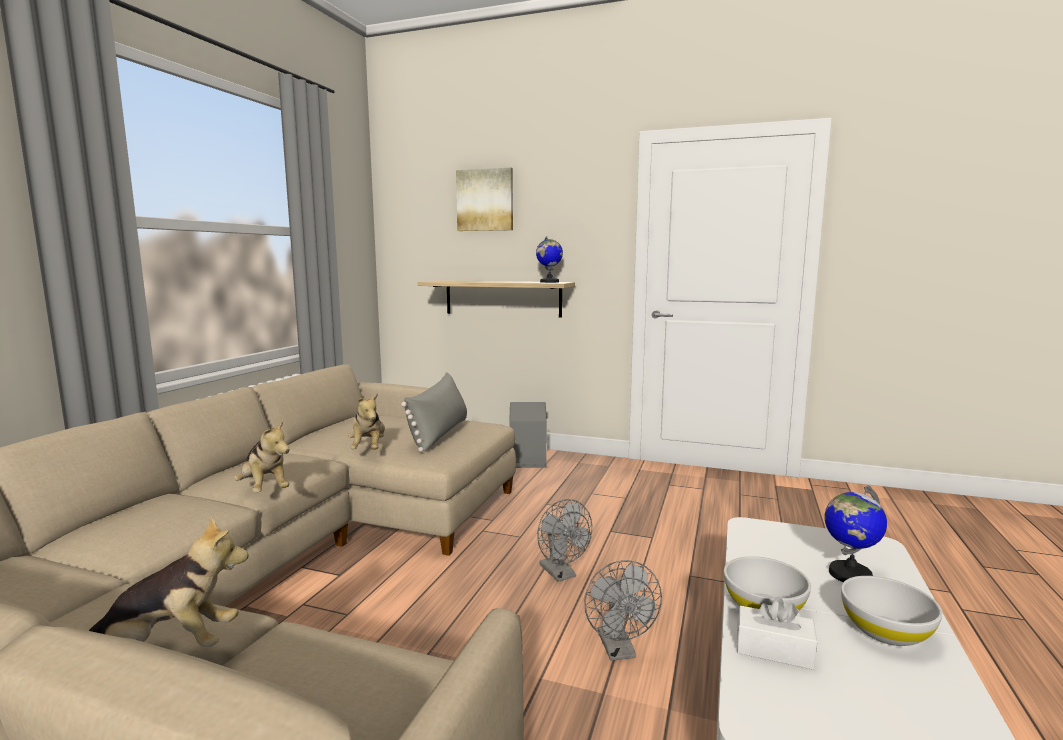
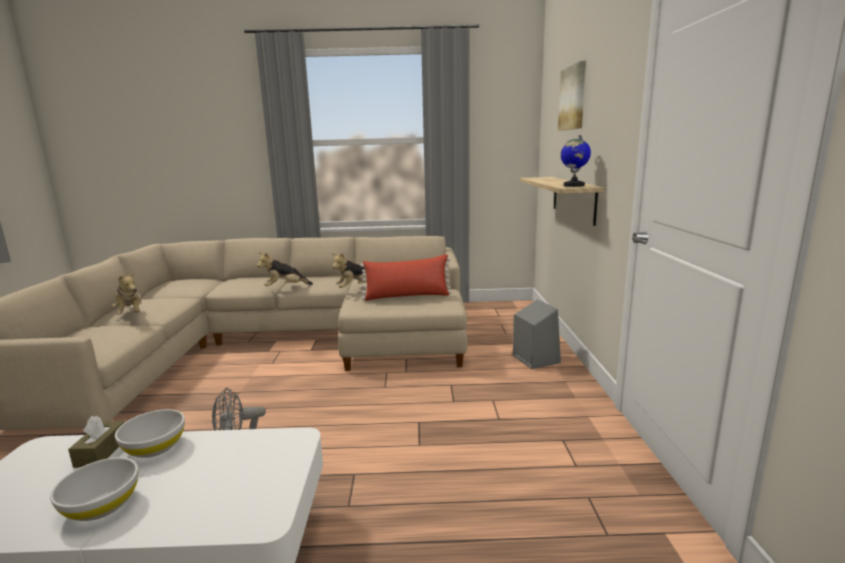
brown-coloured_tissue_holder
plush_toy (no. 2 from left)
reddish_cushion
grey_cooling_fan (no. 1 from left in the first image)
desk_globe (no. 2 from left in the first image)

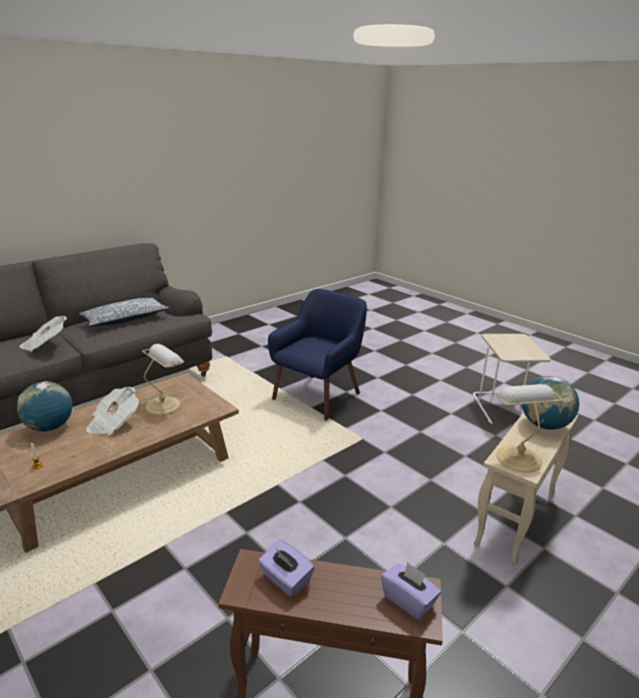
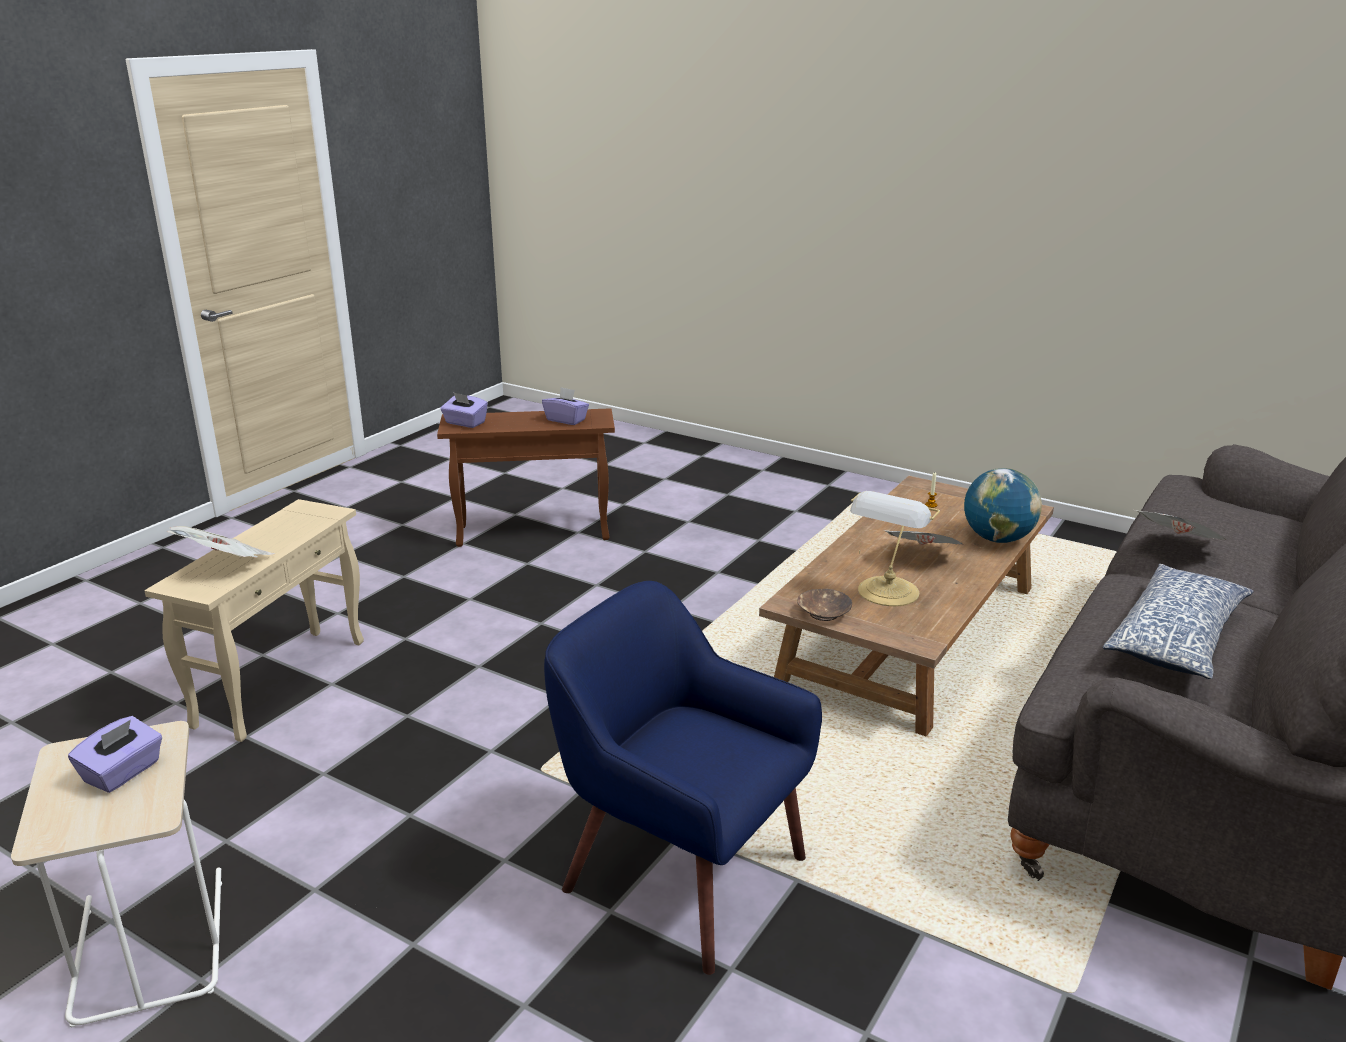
purple_tissue_holder (no. 1 from left)
newspaper (no. 1 from left)
bluish_easy_chair
brown-coloured_bowl
table_lamp (no. 2 from left in the first image)

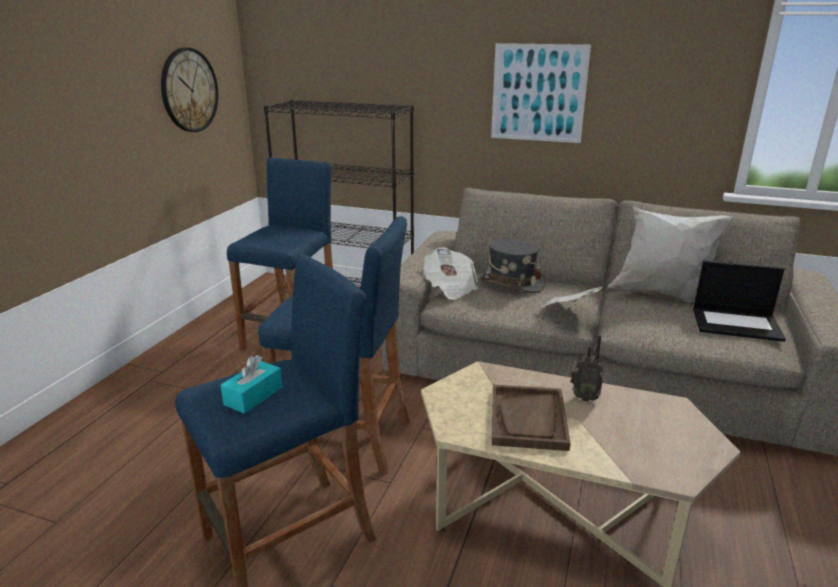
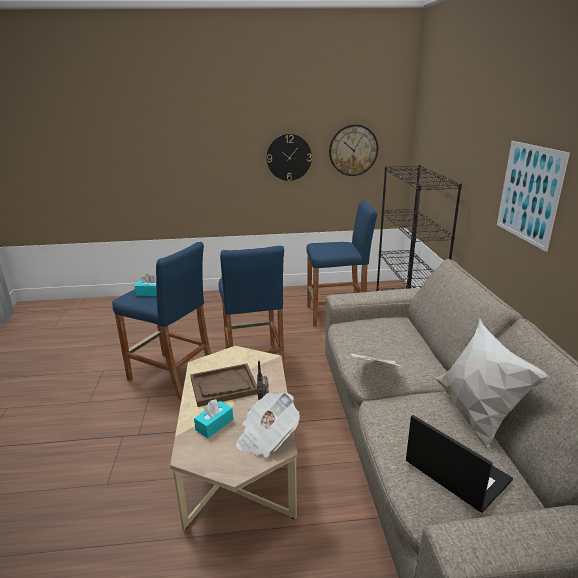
blue-green_tissue_holder (no. 2 from left)
newspaper (no. 1 from left)
wall_clock (no. 1 from left)
notebook_computer
grey_hat

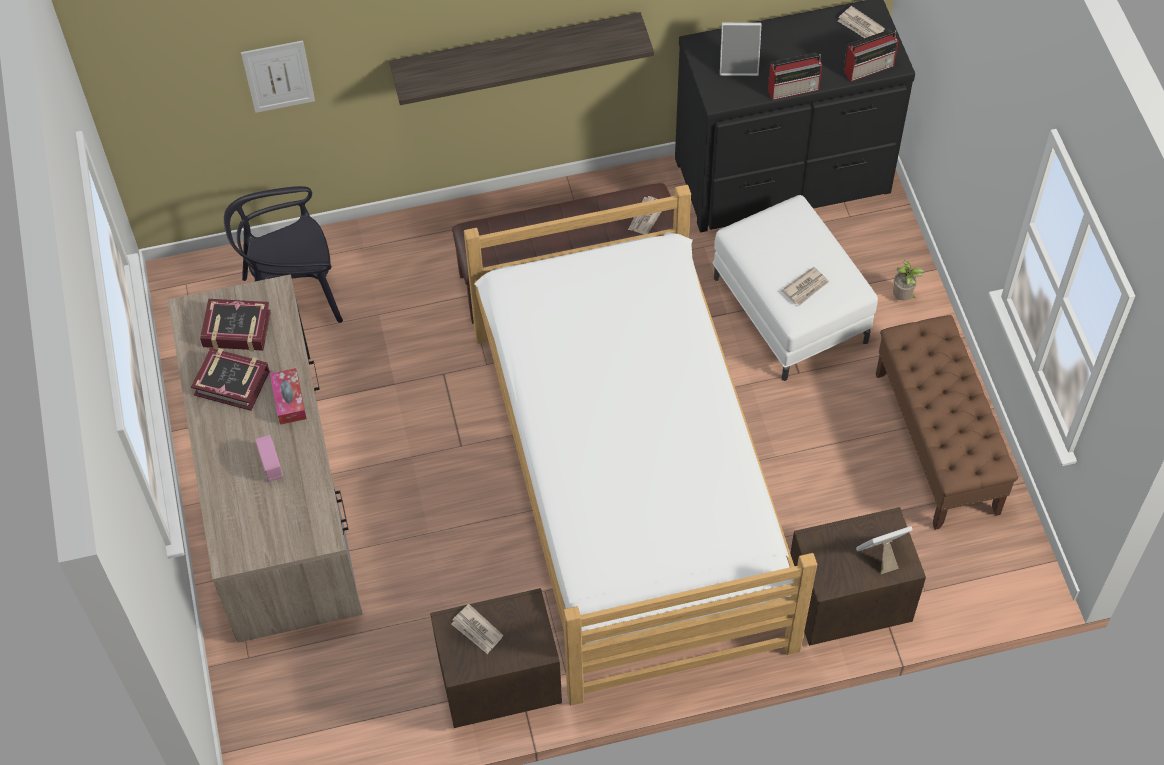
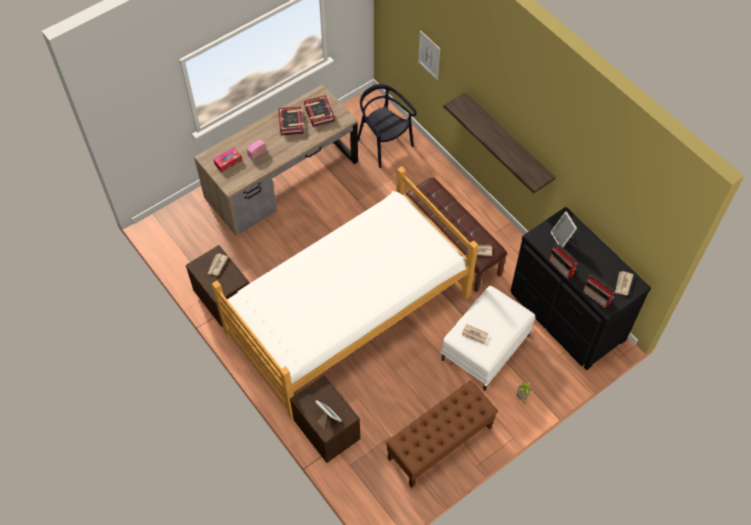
tissue_holder

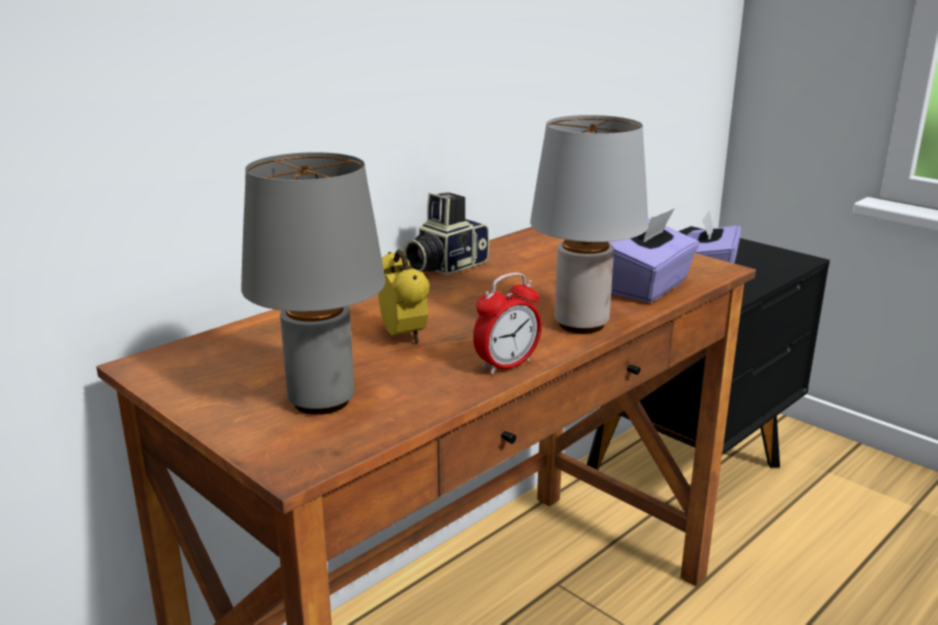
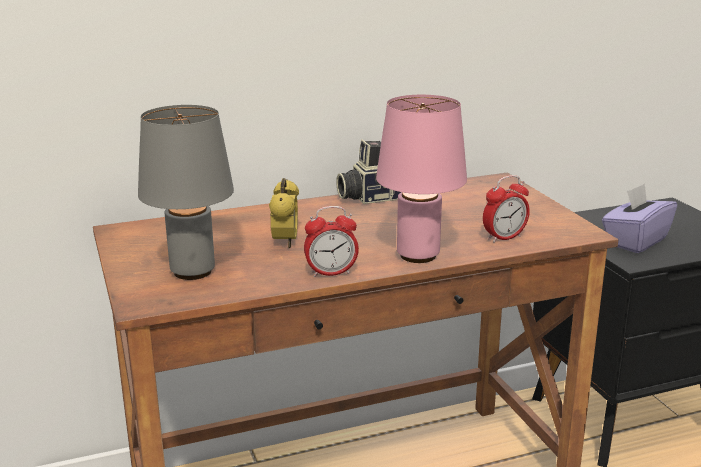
pink_table_lamp
bedside_clock (no. 3 from left)

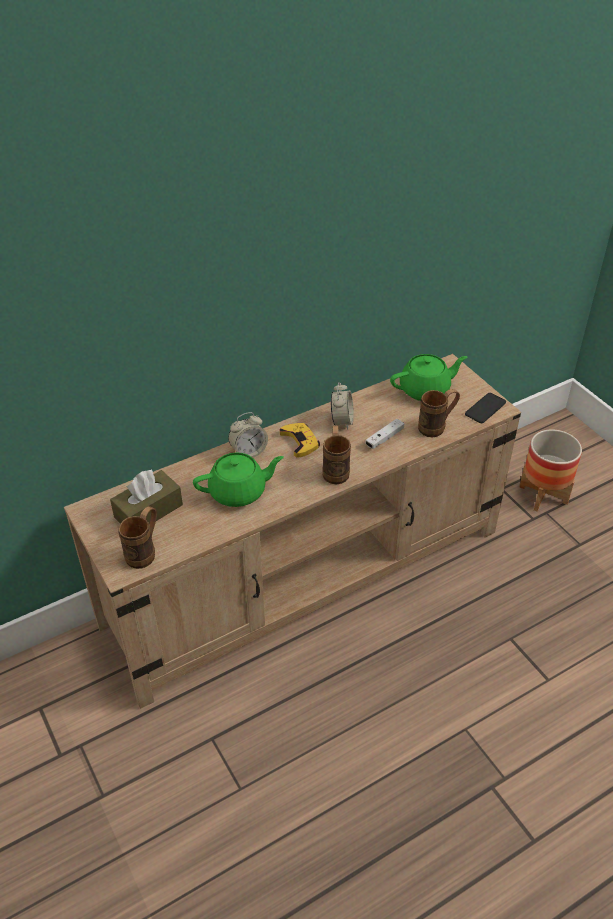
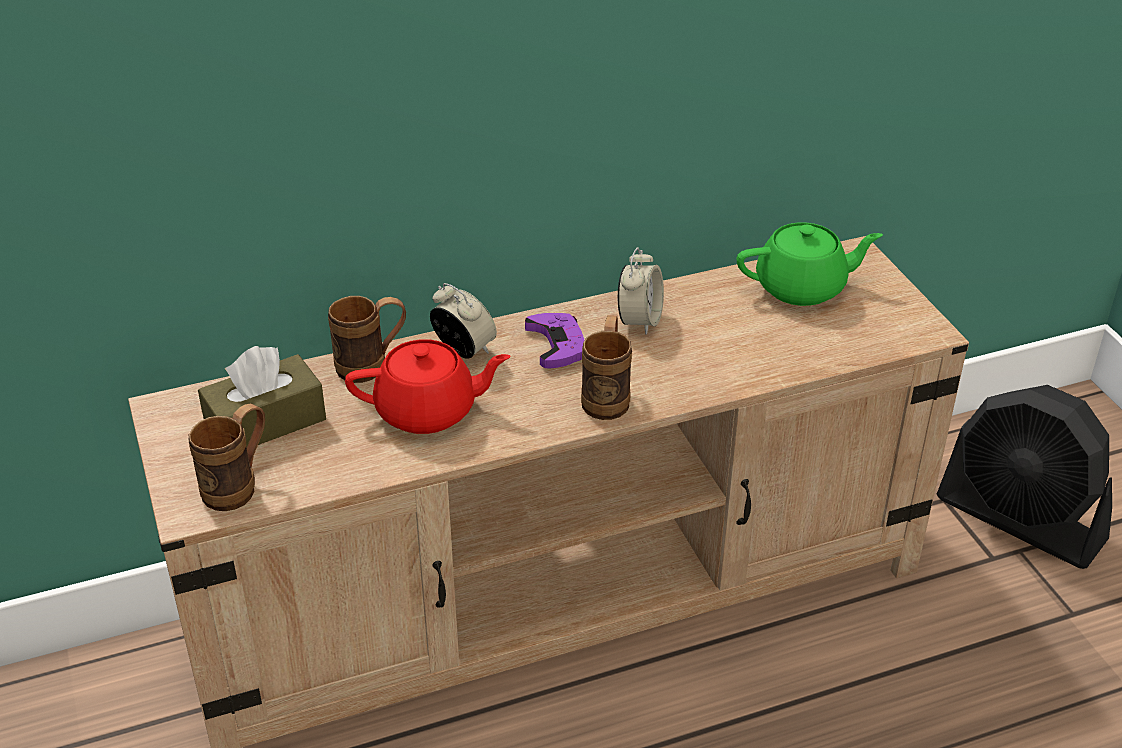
brown-coloured_mug (no. 2 from left)
reddish_teapot
bedside_clock (no. 1 from left)
purple_game_controller
blackish_cooling_fan
white-coloured_game_controller
handset

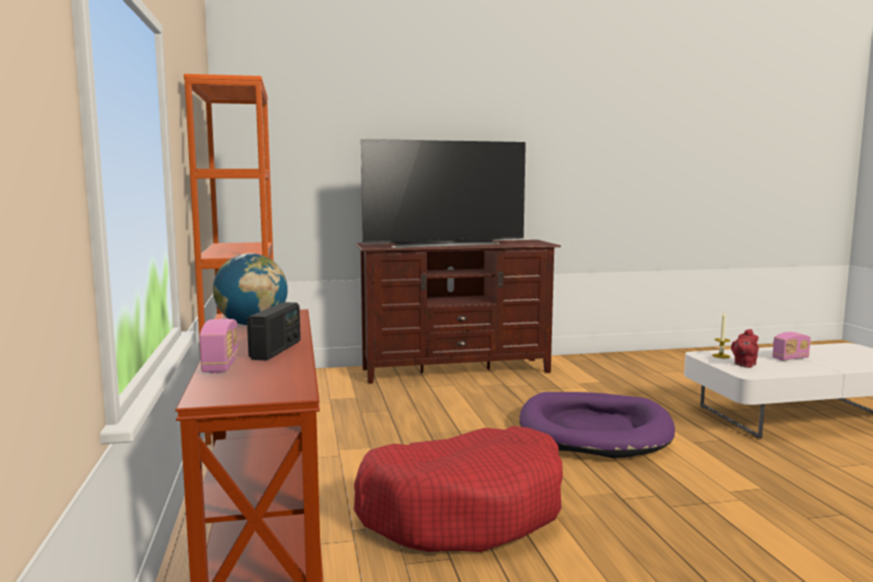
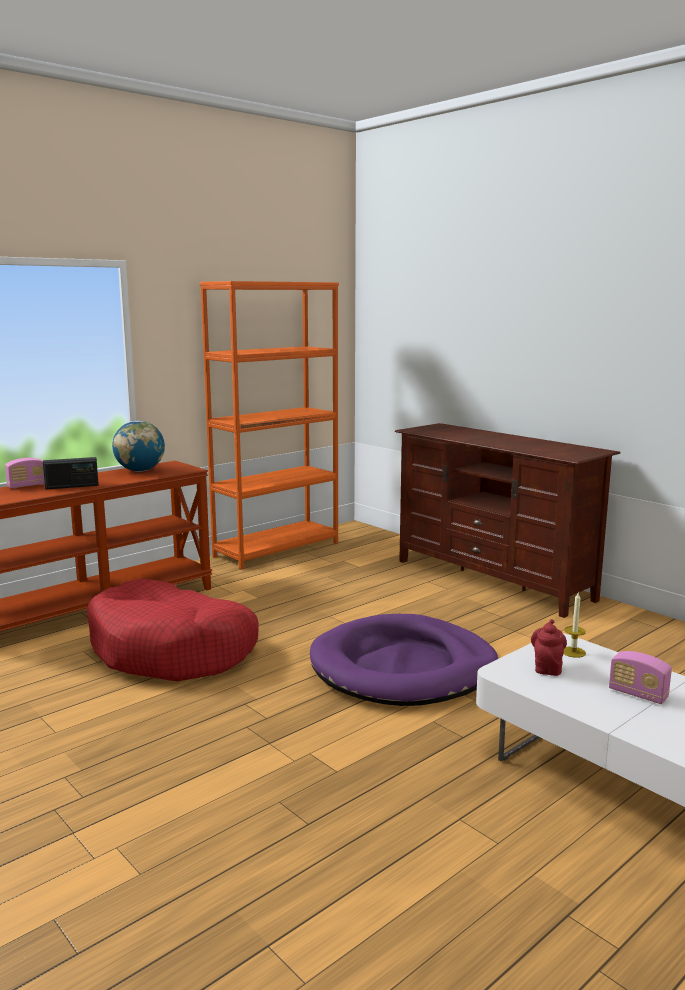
reddish_teapot
television

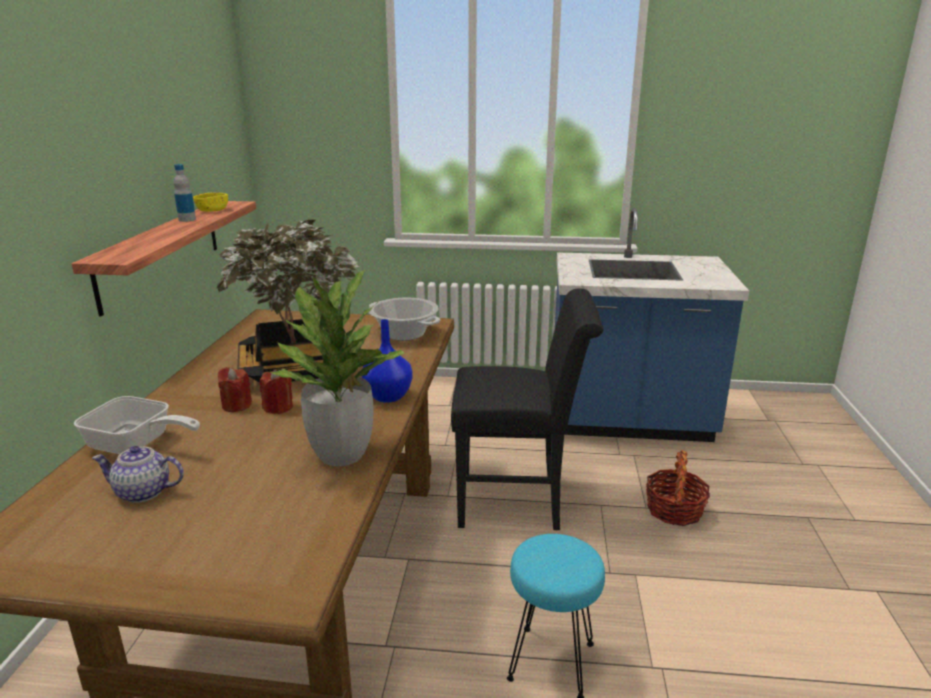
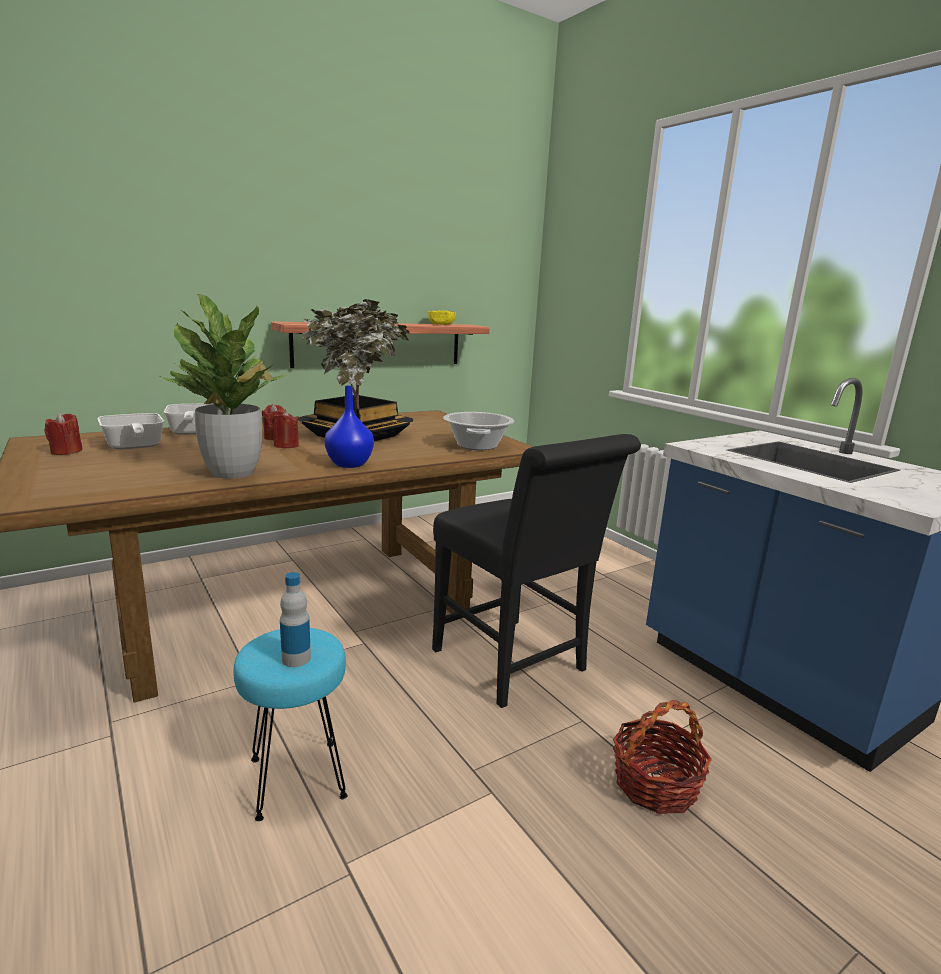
reddish_wax_candle (no. 1 from left)
pan (no. 1 from left)
bottle

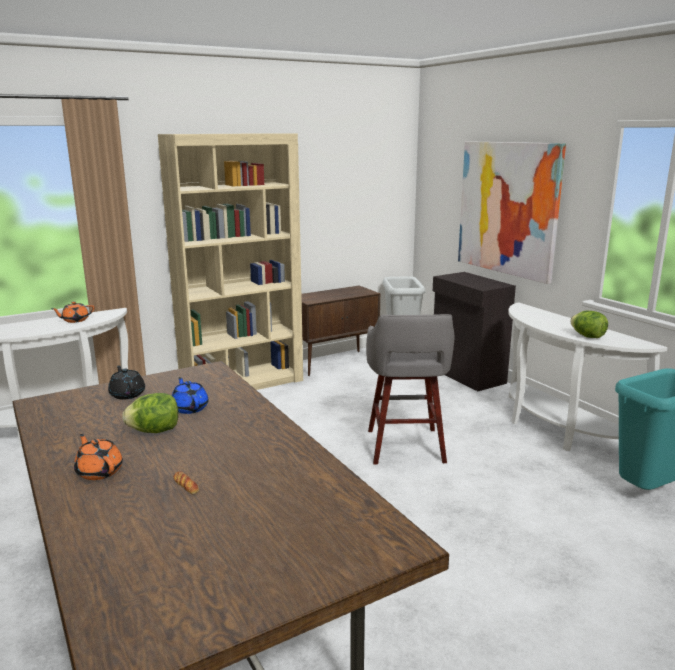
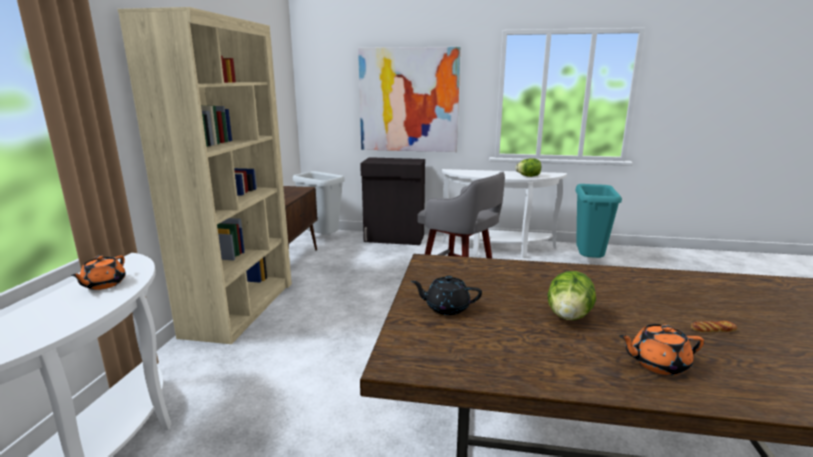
bluish_teapot

